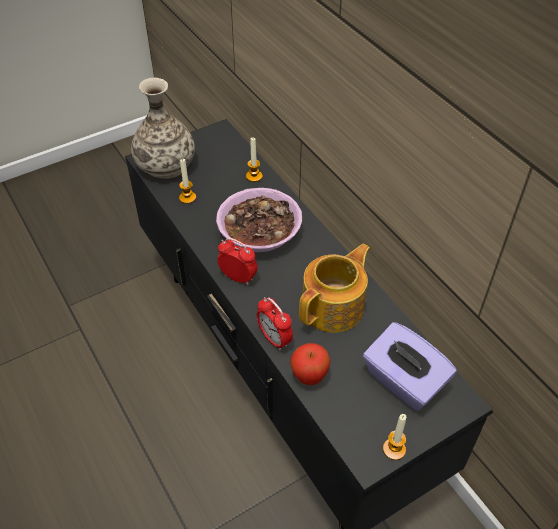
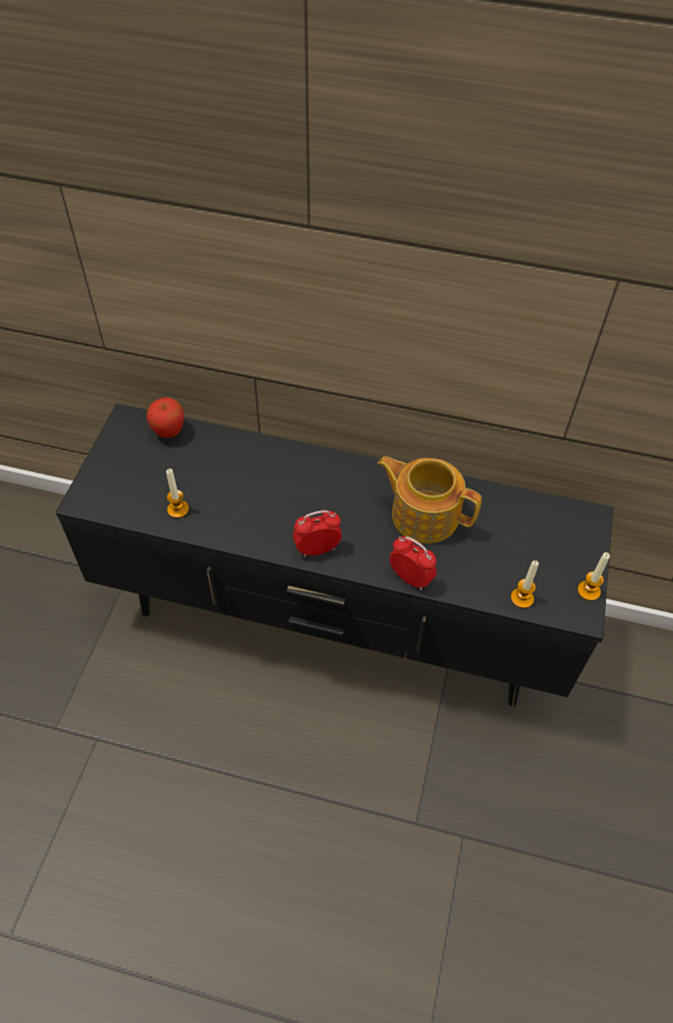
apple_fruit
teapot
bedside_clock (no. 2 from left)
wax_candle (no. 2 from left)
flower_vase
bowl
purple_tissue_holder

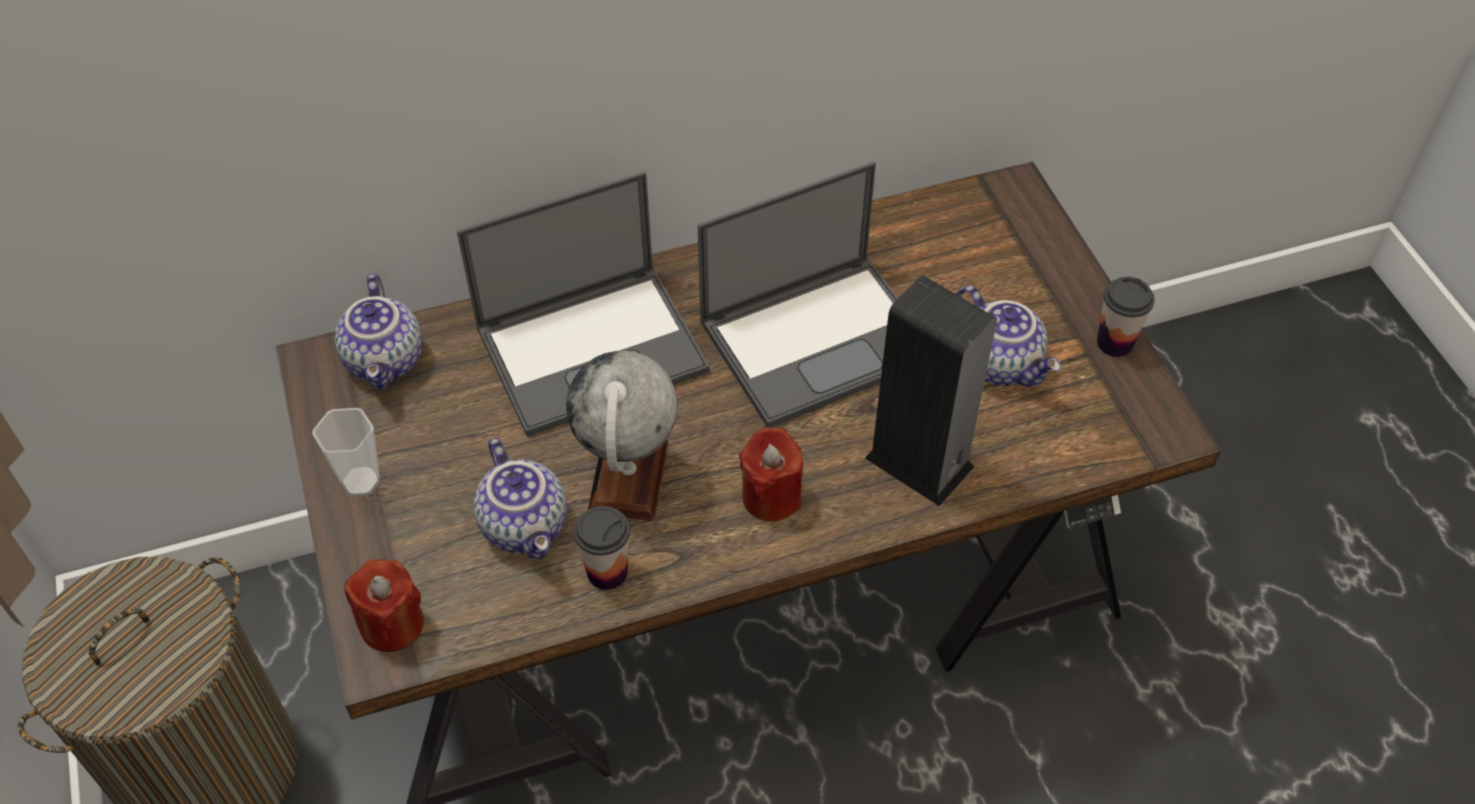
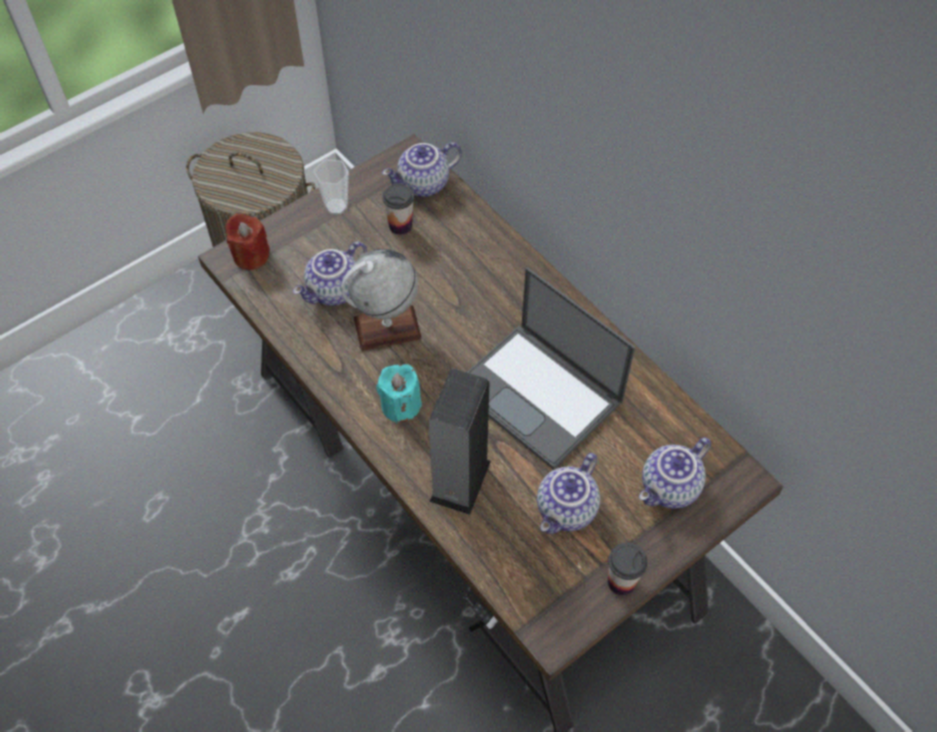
blue-green_wax_candle
small_cup (no. 2 from left)
teapot (no. 4 from left)
notebook_computer (no. 1 from left in the first image)

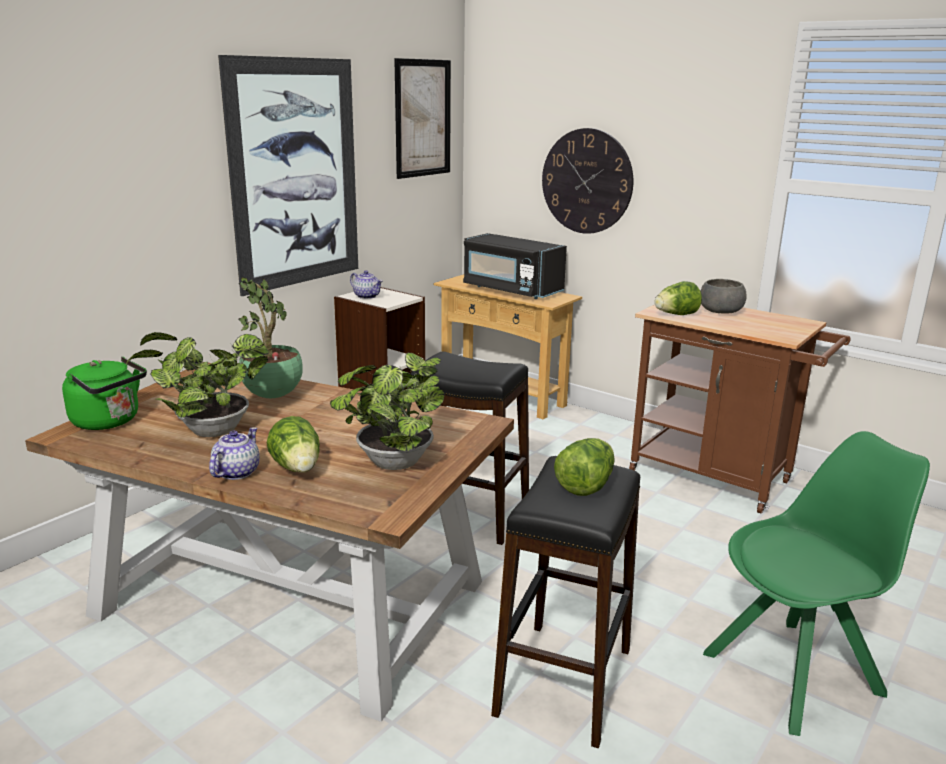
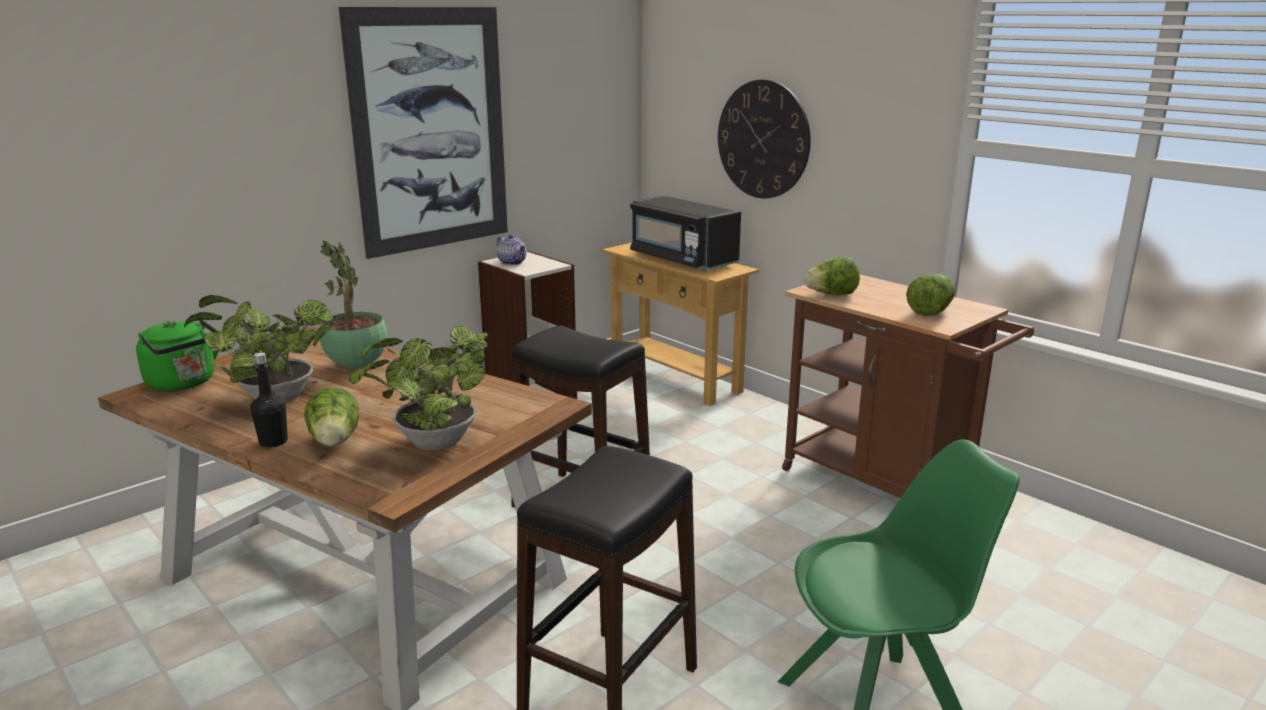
blackish_bottle
lettuce_head (no. 3 from left)
picture (no. 2 from left in the first image)
grey_bowl

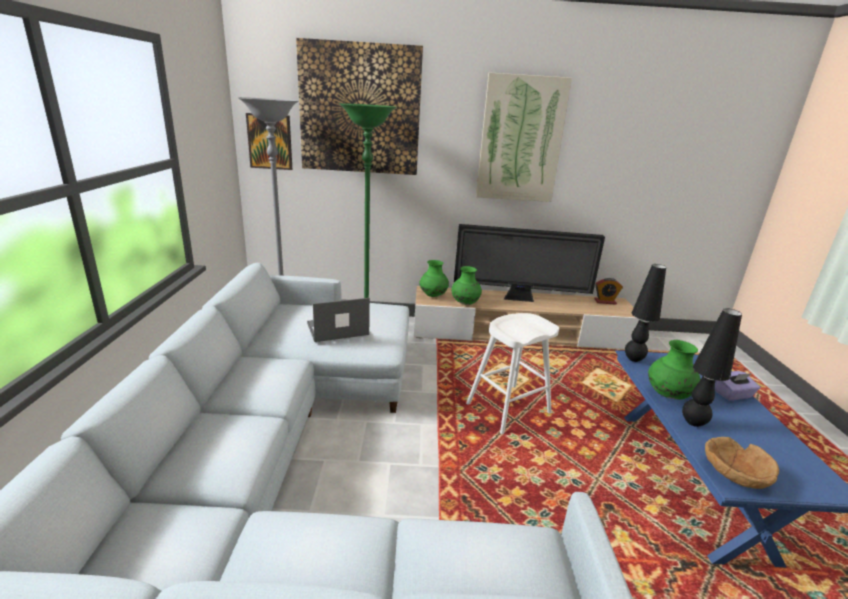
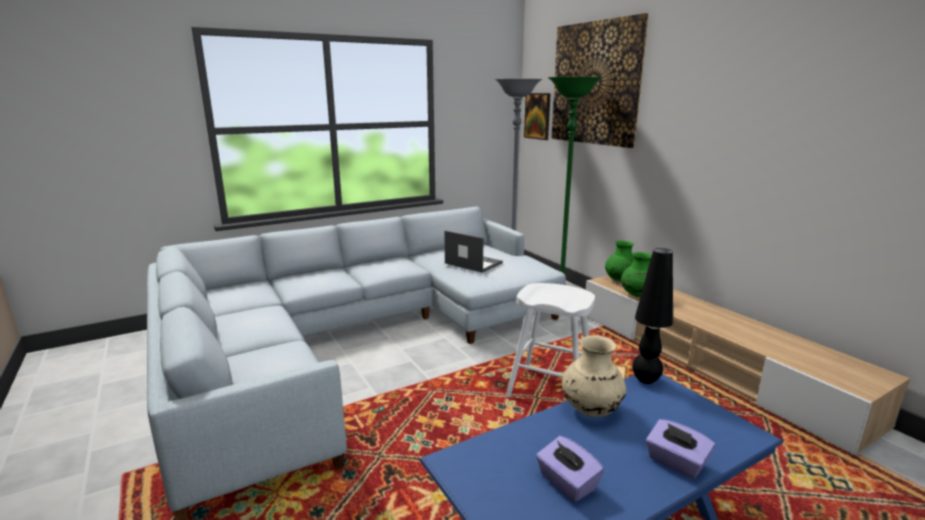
purple_tissue_holder (no. 1 from left)
sand-coloured_flower_vase
television
picture (no. 3 from left in the first image)
bedside_clock
blackish_table_lamp (no. 2 from left in the first image)
brown-coloured_bowl

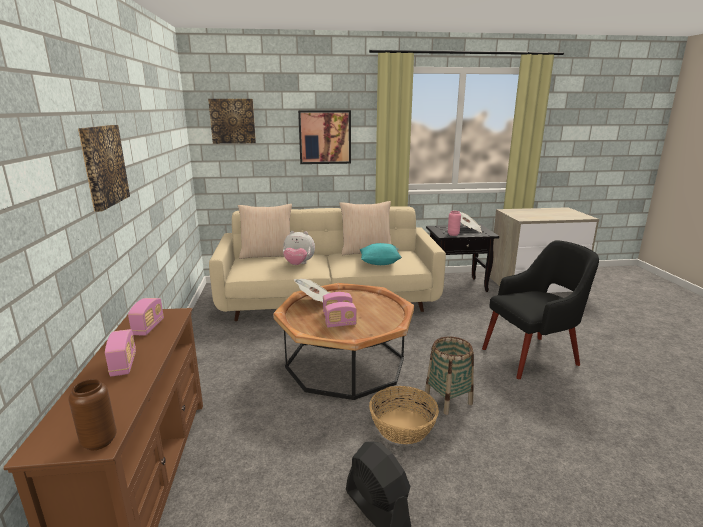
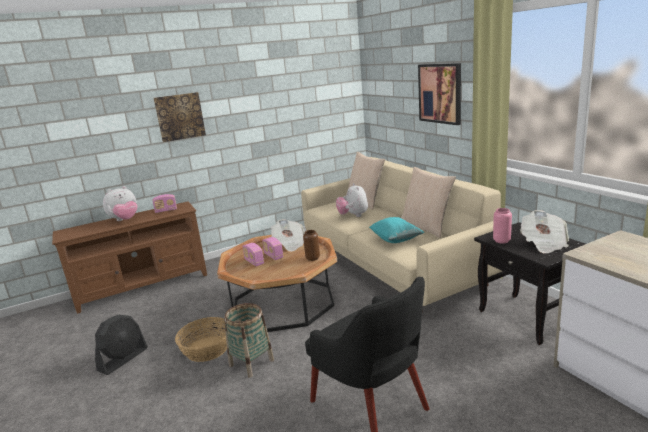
plush_toy (no. 1 from left)
brown-coloured_flower_vase
picture (no. 2 from left in the first image)

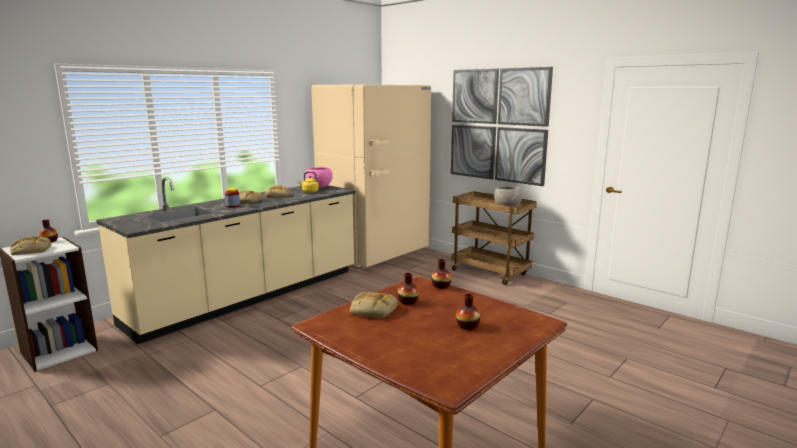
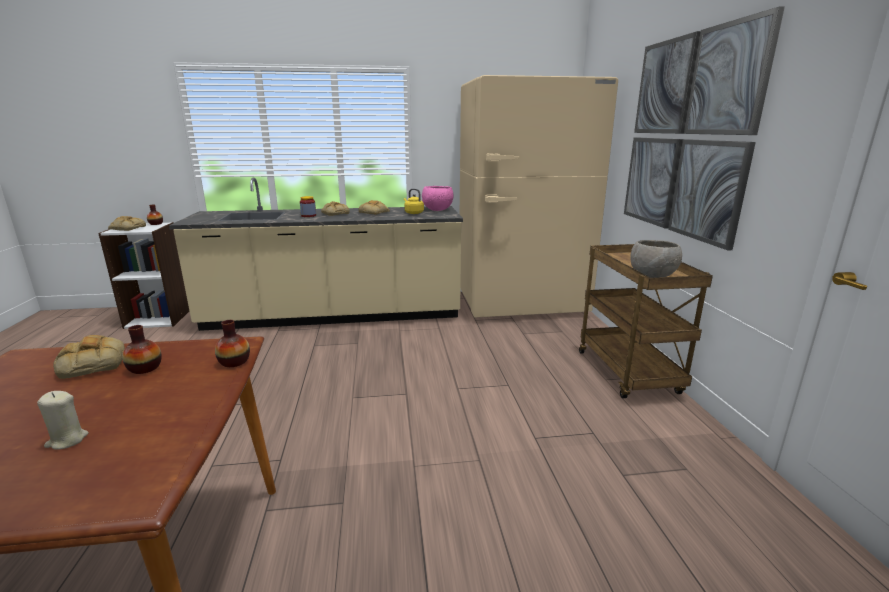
sand-coloured_wax_candle

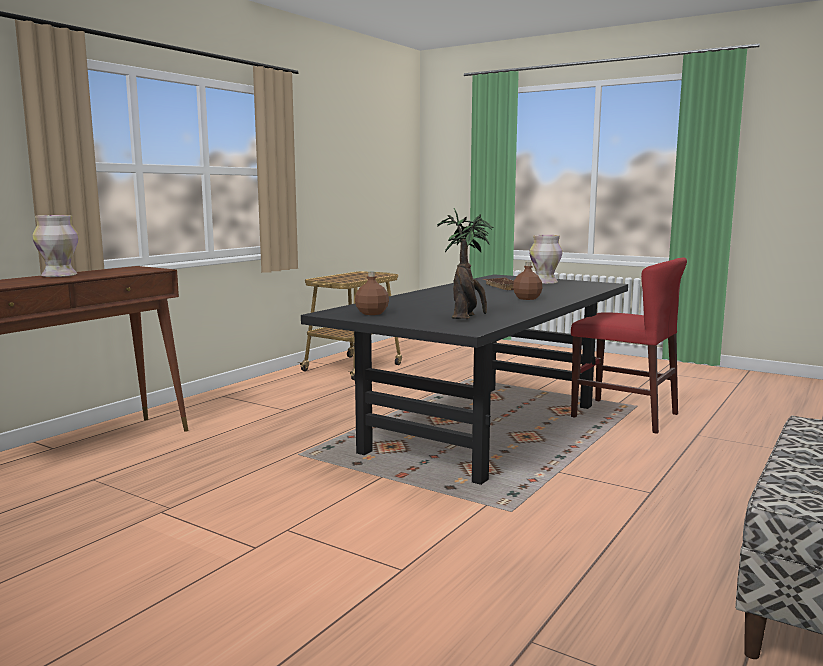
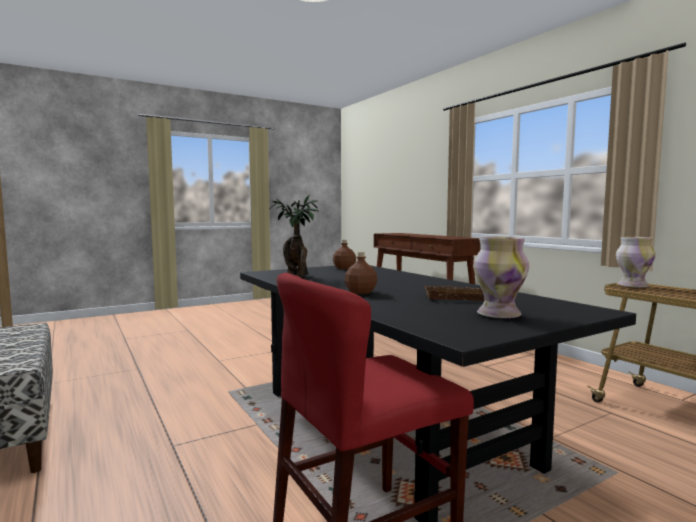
flower_vase (no. 2 from left)

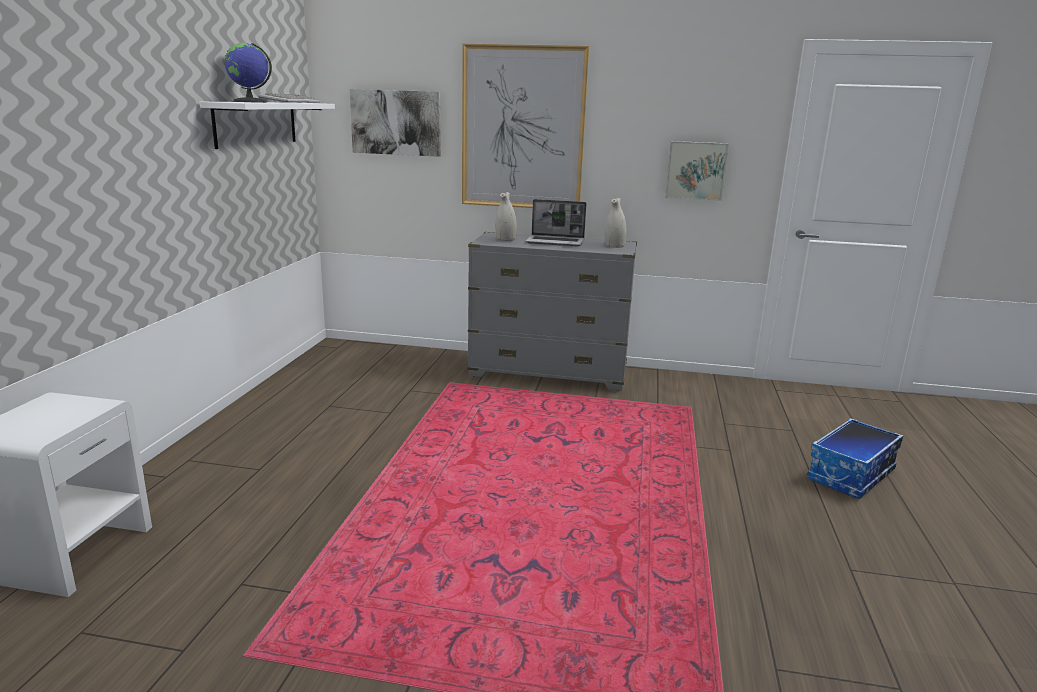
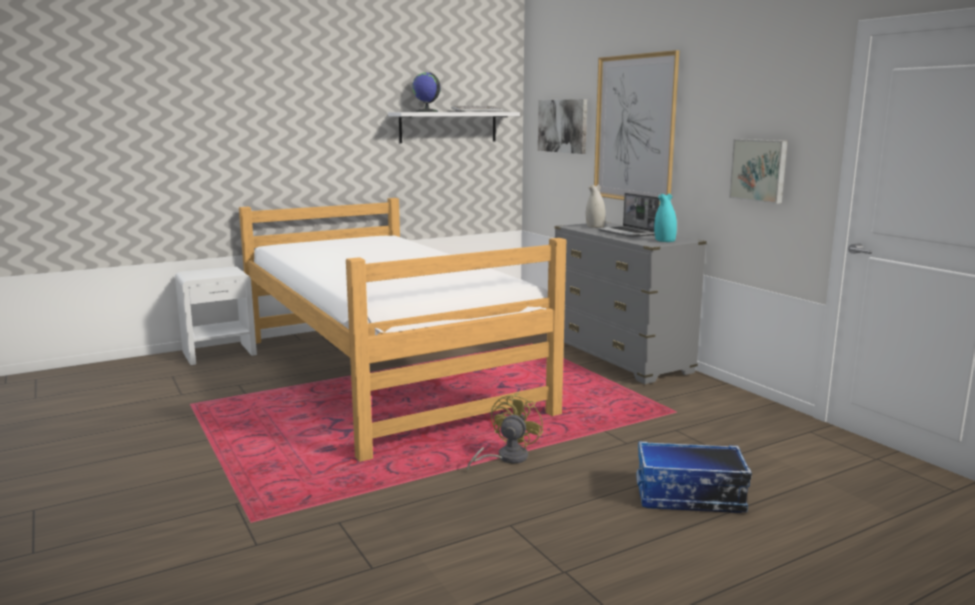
sleeping_bed
yellow-coloured_cooling_fan
blue-green_flower_vase

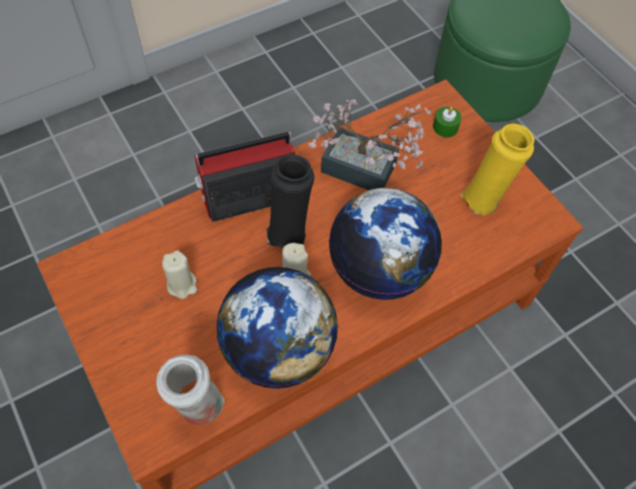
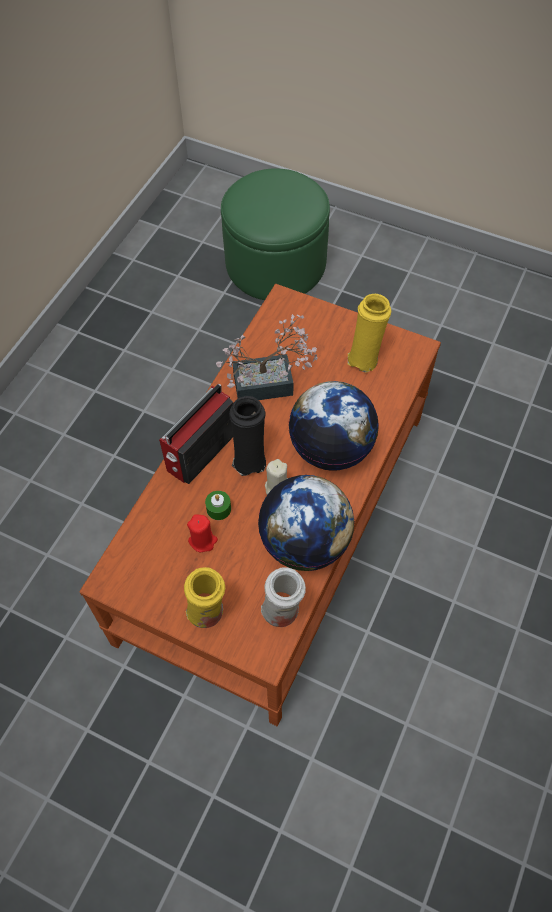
yellow-coloured_flower_vase (no. 1 from left)
reddish_wax_candle
green-coloured_wax_candle

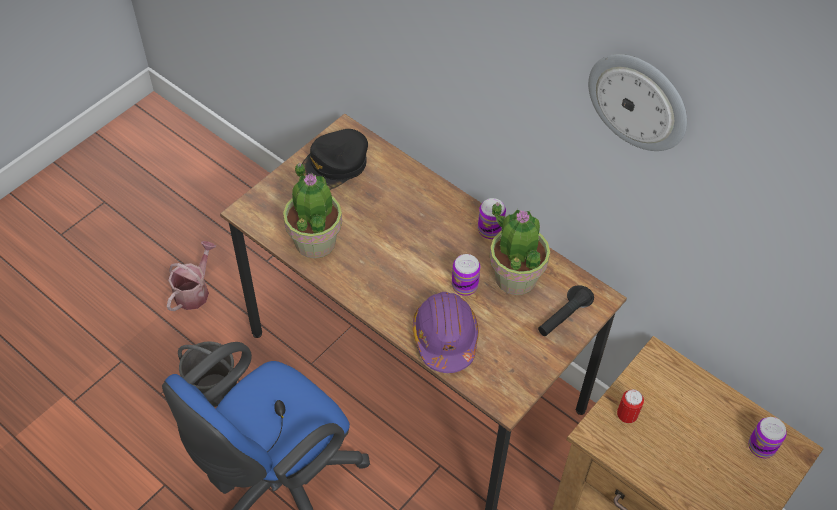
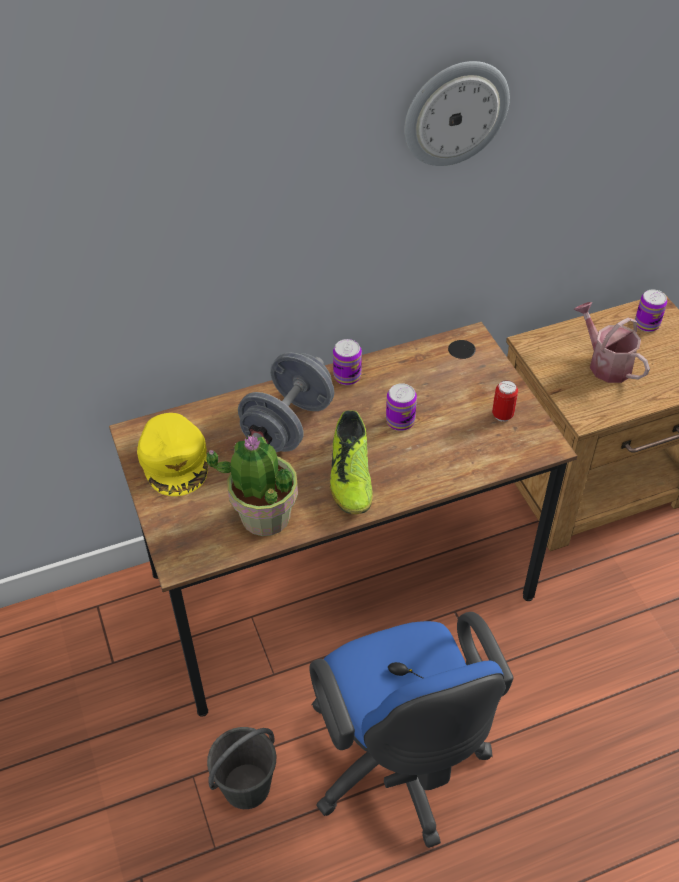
yellow-coloured_baseball_cap
grey_hand_weight
item_of_footwear
can (no. 3 from left)
sprinkling_can
purple_safety_helmet
potted_plant (no. 2 from left in the first image)
blackish_hand_torch

